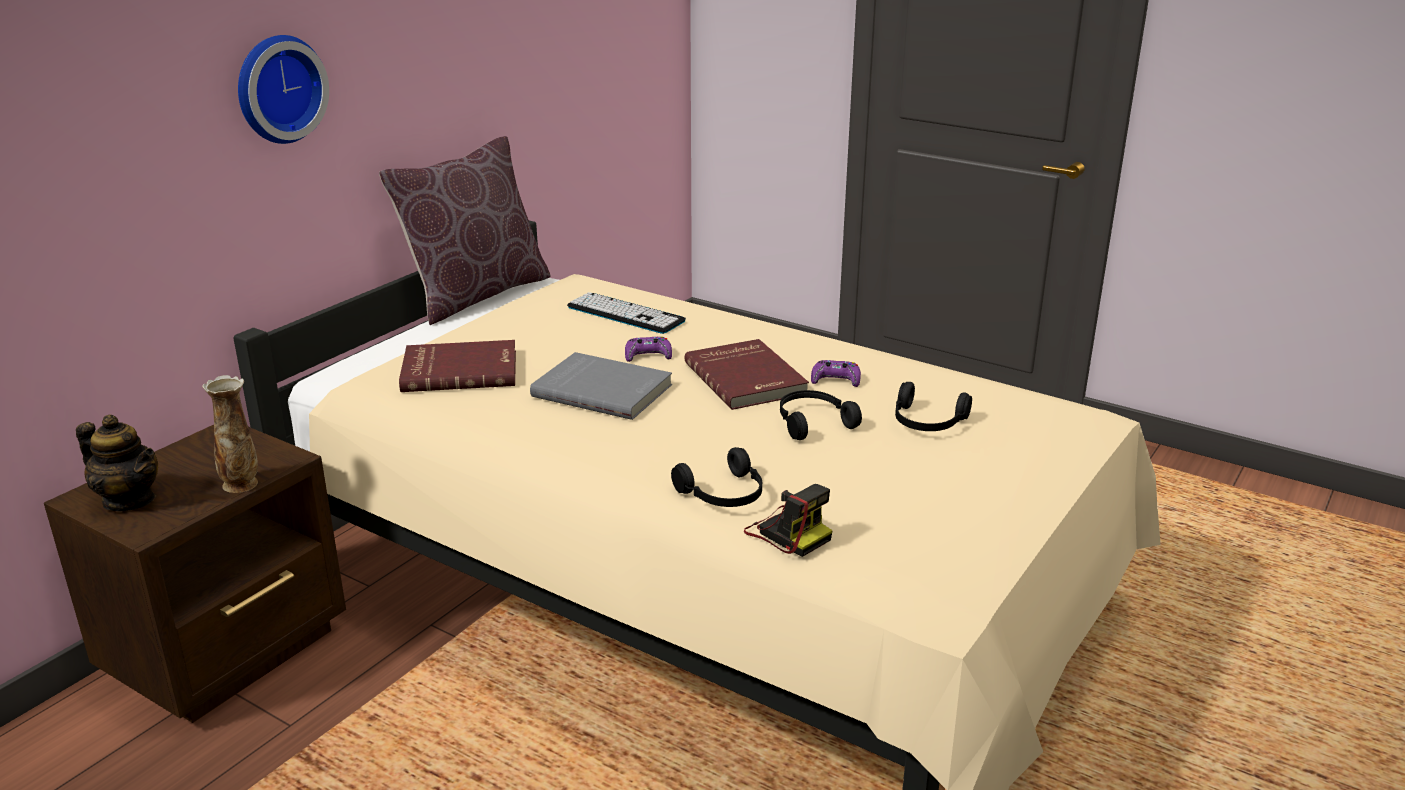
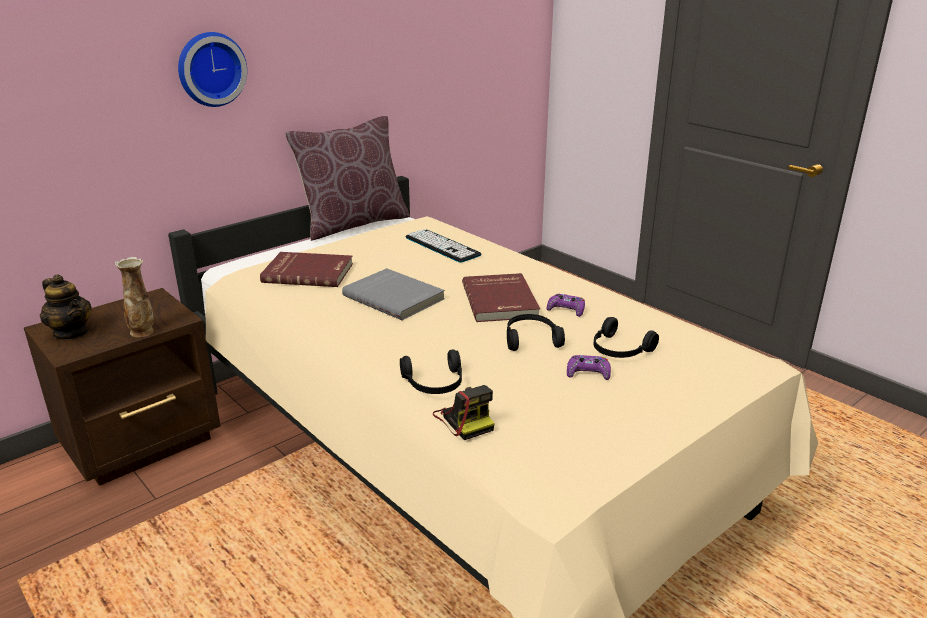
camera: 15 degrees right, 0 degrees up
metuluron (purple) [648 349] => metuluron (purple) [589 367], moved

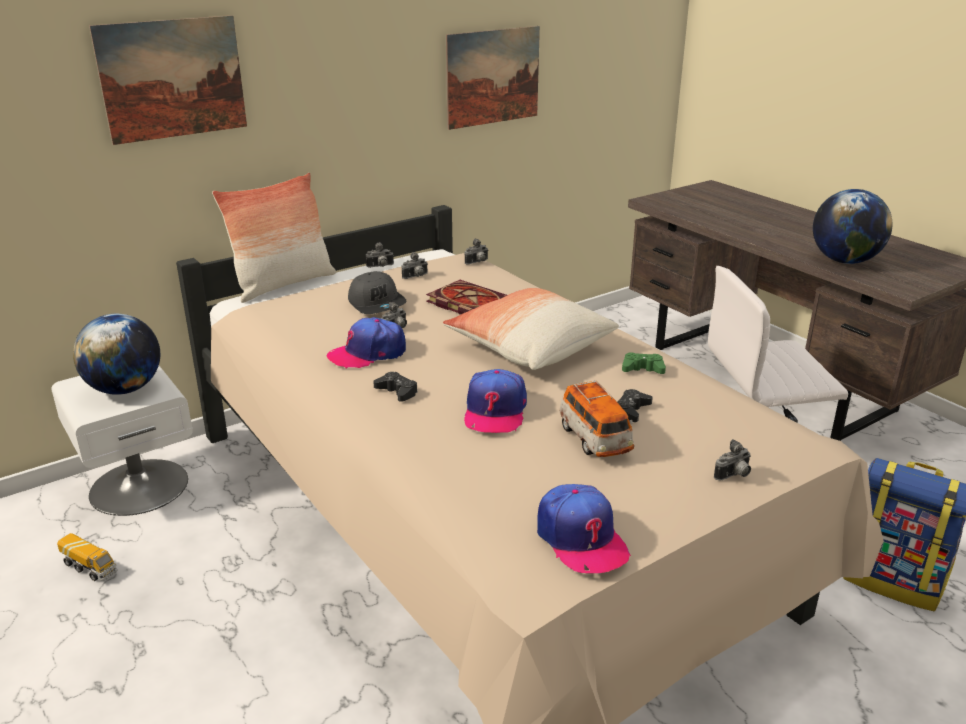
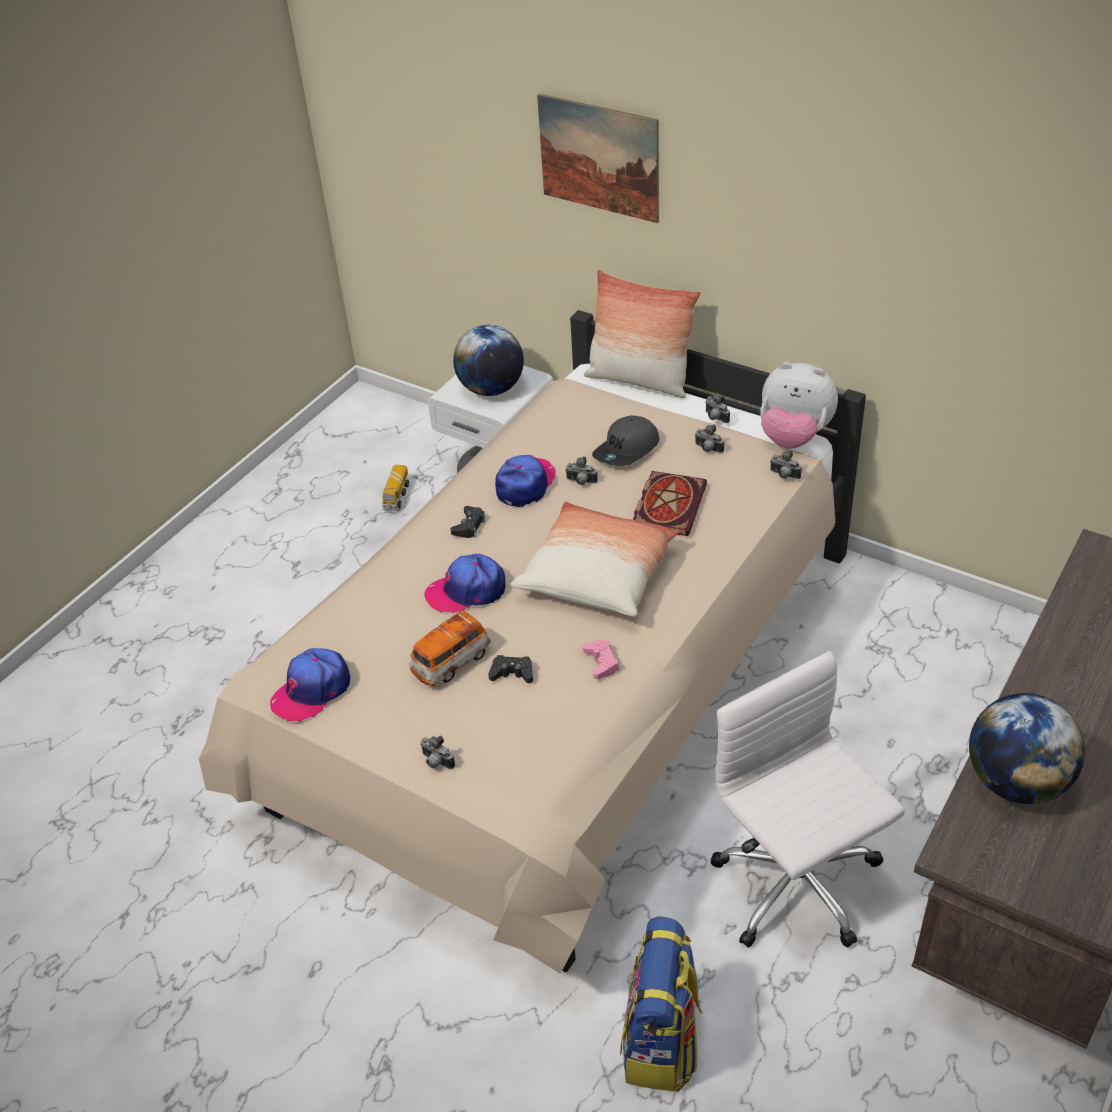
camera: 70 degrees right, 15 degrees up
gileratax [366 343] => gileratax [525 481], 75 degrees clockwise
metuluron (green) [644 363] => metuluron (pink) [600 659]
nothing => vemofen [799 405]
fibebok [493 78] => nothing

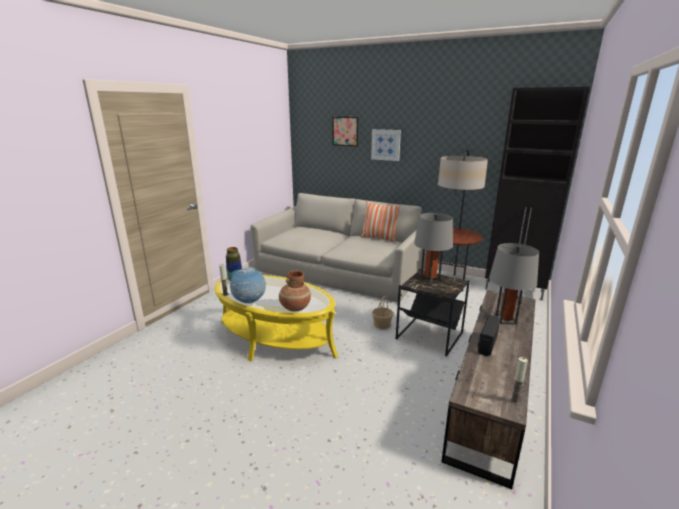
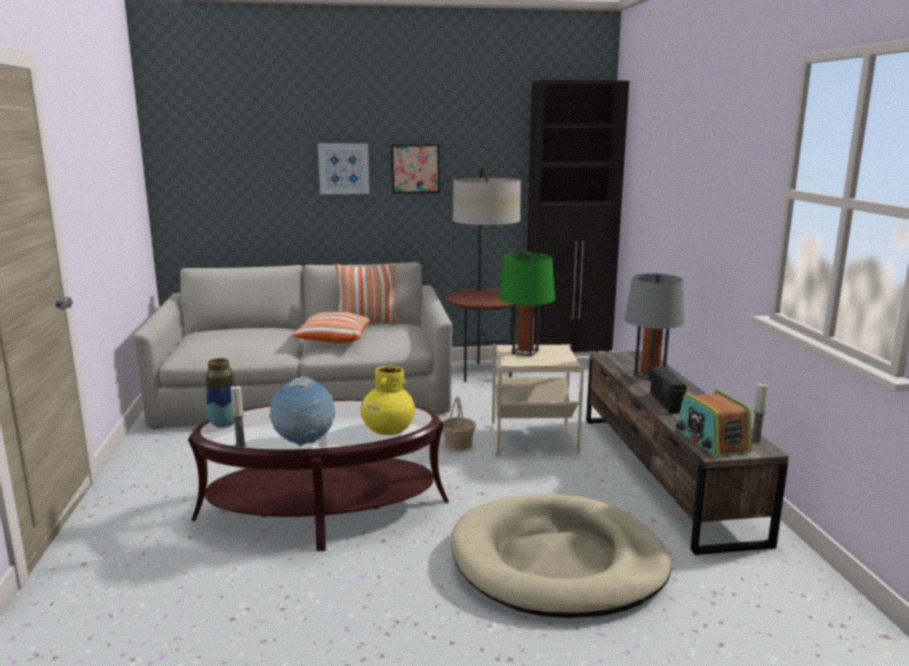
camera: 35 degrees left, 5 degrees down
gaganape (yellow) [276 318] => gaganape (brown) [318 475]
nothing => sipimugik [330 327]
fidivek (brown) [295 291] => fidivek (yellow) [388 400]
fibebok [345 132] => fibebok [415 169], moved
nothing => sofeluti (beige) [561 556]
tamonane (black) [433 313] => tamonane (beige) [538 399]
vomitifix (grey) [433 248] => vomitifix (green) [527 304]
nothing => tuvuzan [714 423]

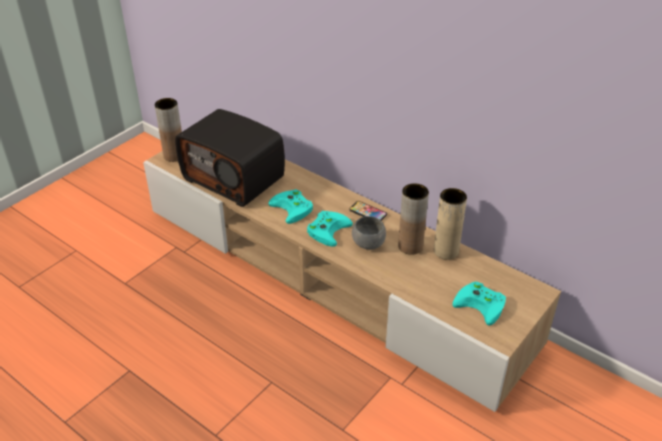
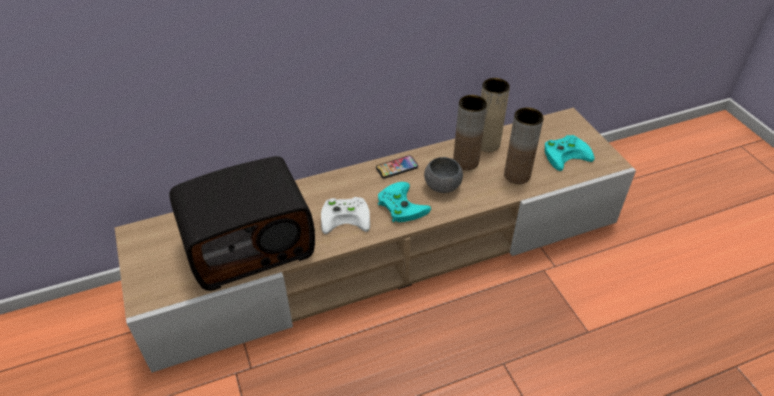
camera: 60 degrees left, 5 degrees up
metuluron (turquoise) [290 206] => metuluron (white) [345 215]
fidivek (brown) [168 130] => fidivek (brown) [524 145], moved

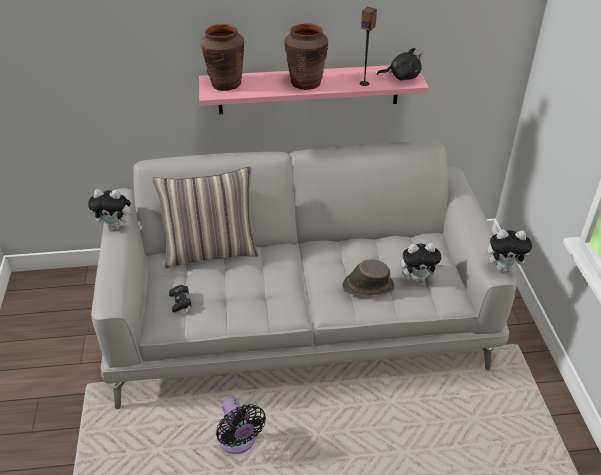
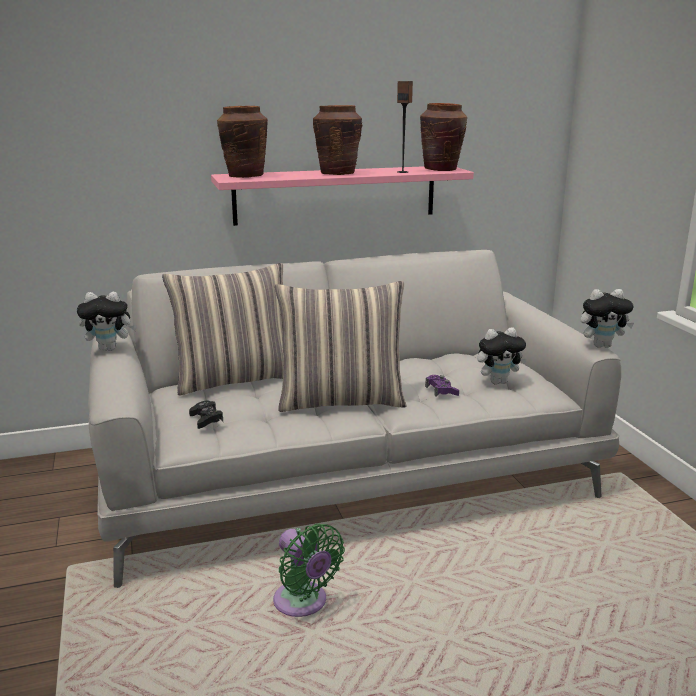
camera: 10 degrees left, 20 degrees down
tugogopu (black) [241 425] => tugogopu (green) [309 570]
nothing => sipimugik [341 346]
vemofen (black) [399 64] => fidivek (brown) [443 137]
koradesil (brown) [368 277] => metuluron (purple) [442 386]

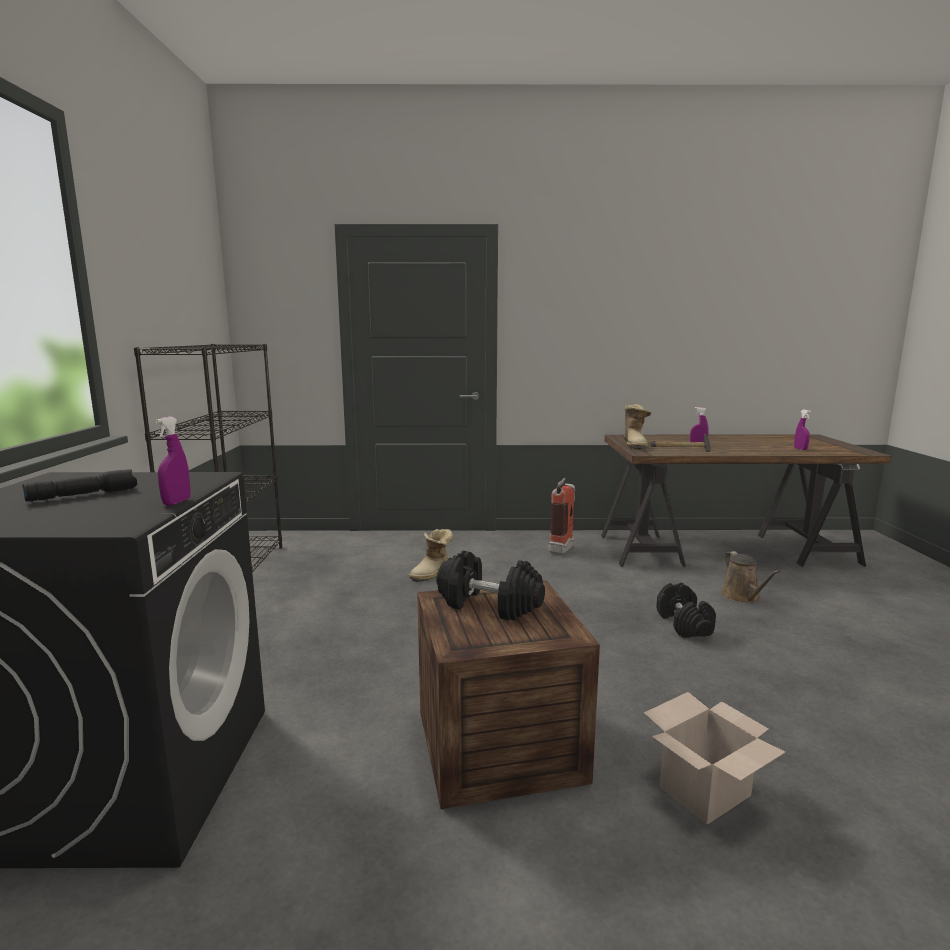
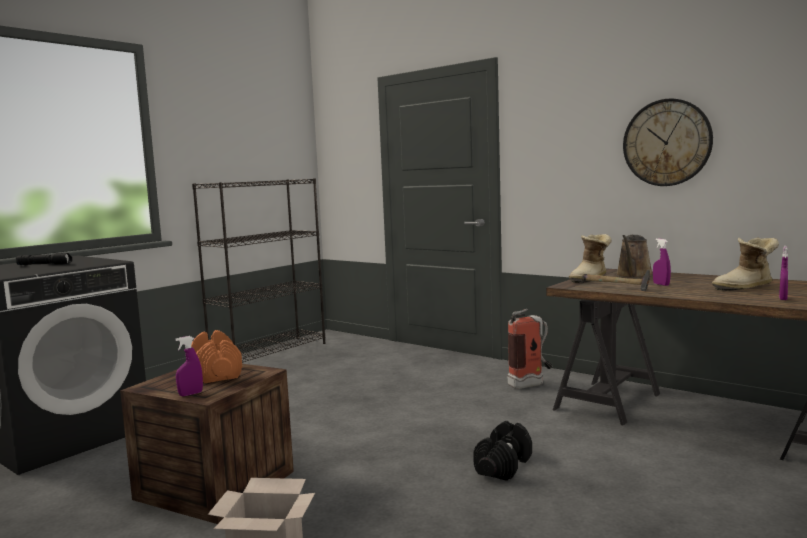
camera: 40 degrees right, 5 degrees down
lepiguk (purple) [172 461] => lepiguk (purple) [189 366], moved
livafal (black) [490 585] => livafal (orange) [216 356]
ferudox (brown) [750 577] => ferudox (brown) [634 256], moved
nothing => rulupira [668 142]
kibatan [431 555] => kibatan [745 264], moved

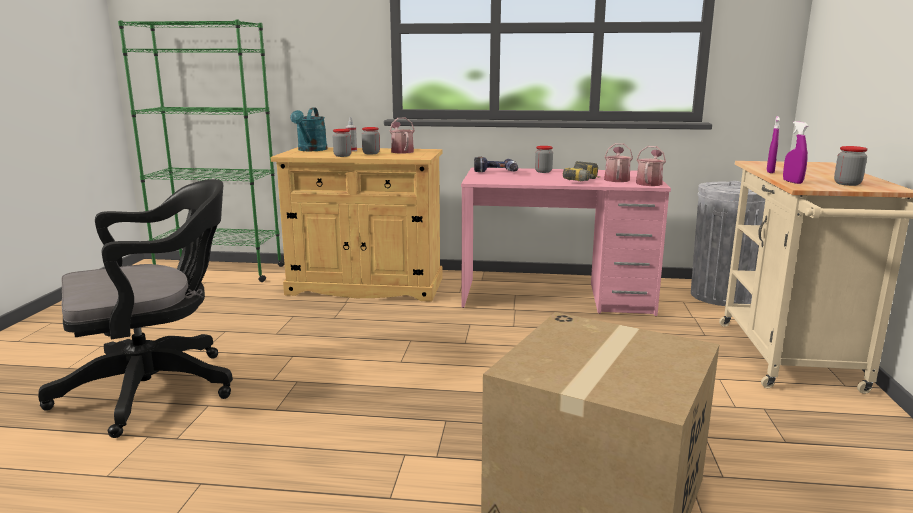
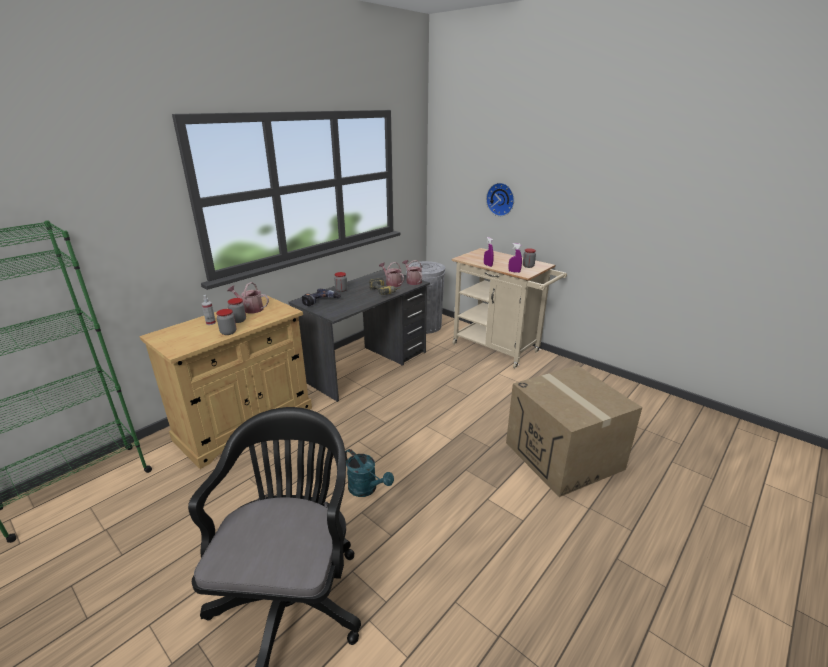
camera: 55 degrees left, 10 degrees up
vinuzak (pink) [566 241] => vinuzak (grey) [359 335]
ferudox (turquoise) [308 129] => ferudox (turquoise) [369 473], moved
nothing => rulupira [500 199]

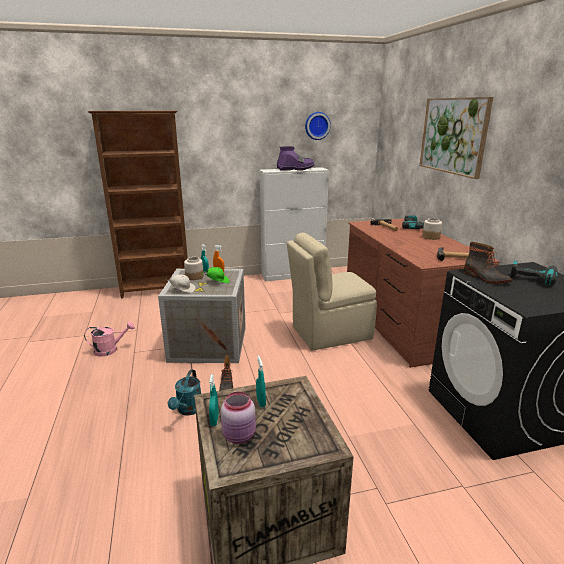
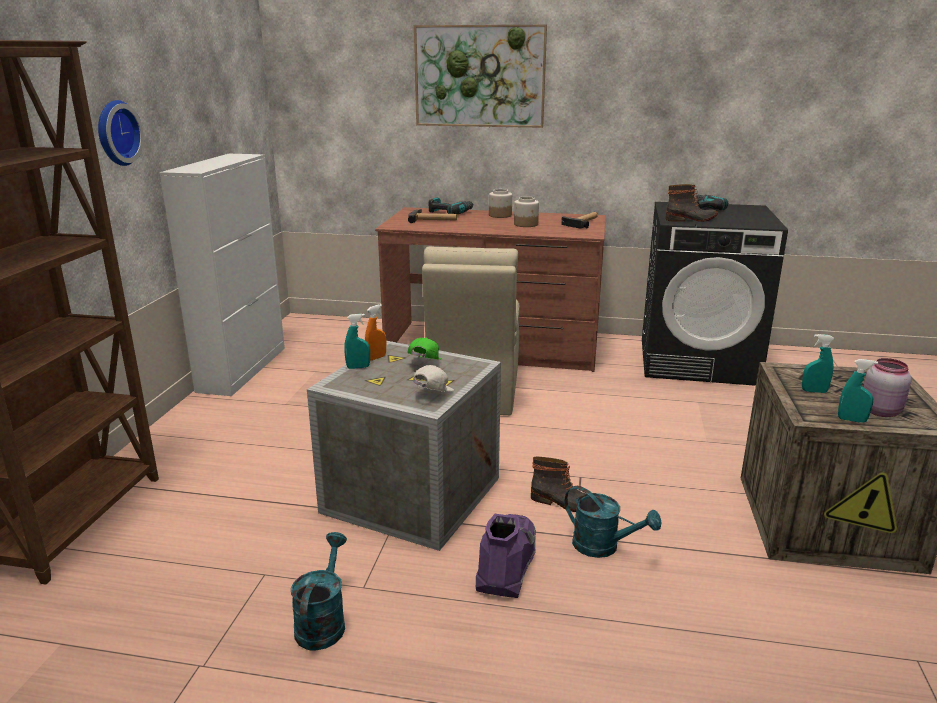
camera: 65 degrees left, 0 degrees up
rulupira [318 126] => rulupira [121 133], moved
ferudox (pink) [109 339] => ferudox (turquoise) [319 591]
kibatan (purple) [295 158] => kibatan (purple) [506 556], moved
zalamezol [194 268] => zalamezol [526 211], moved

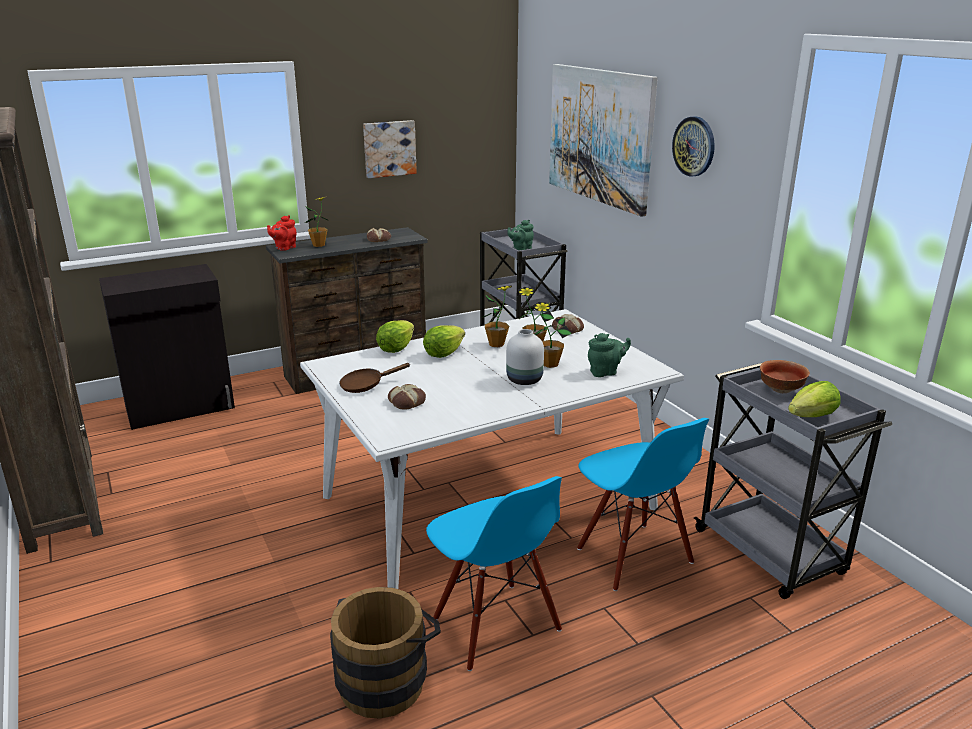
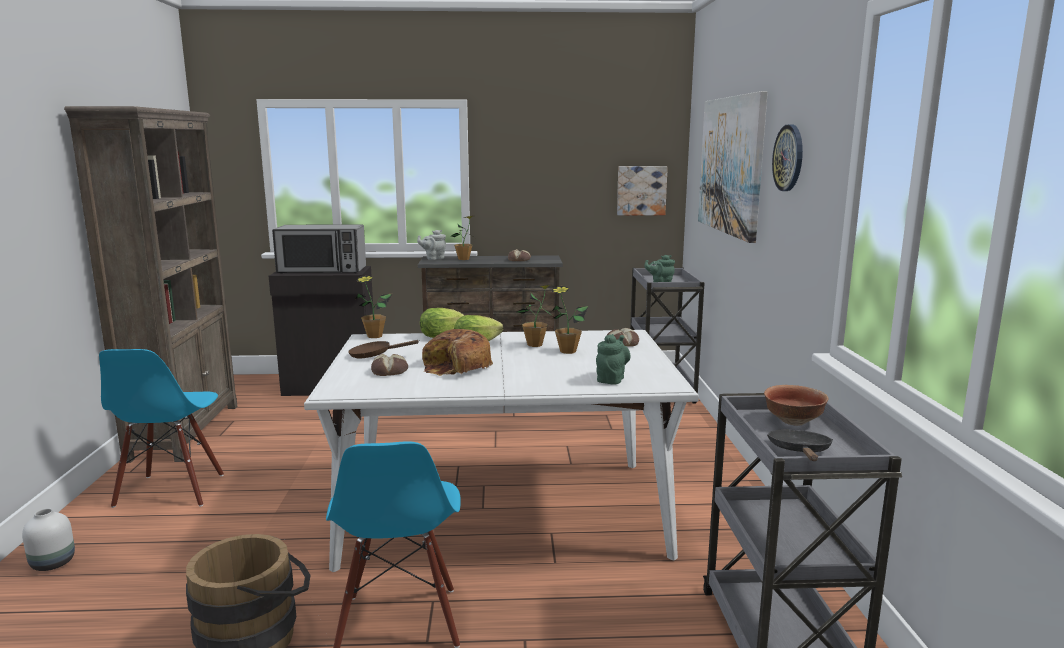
camera: 25 degrees right, 10 degrees down
fidivek (white) [525 357] => fidivek (white) [48 539], moved
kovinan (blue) [643 504] => kovinan (blue) [161 428], moved
nothing => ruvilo [319 248]
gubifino [552 335] => gubifino [373 306], moved
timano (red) [281 233] => timano (grey) [431 245]
nothing => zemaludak [457 352]
timano (green) [609 355] => timano (green) [613 359], 75 degrees counterclockwise
fibebok [390 149] => fibebok [642 191], moved
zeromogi [814 399] => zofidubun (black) [800 445]

